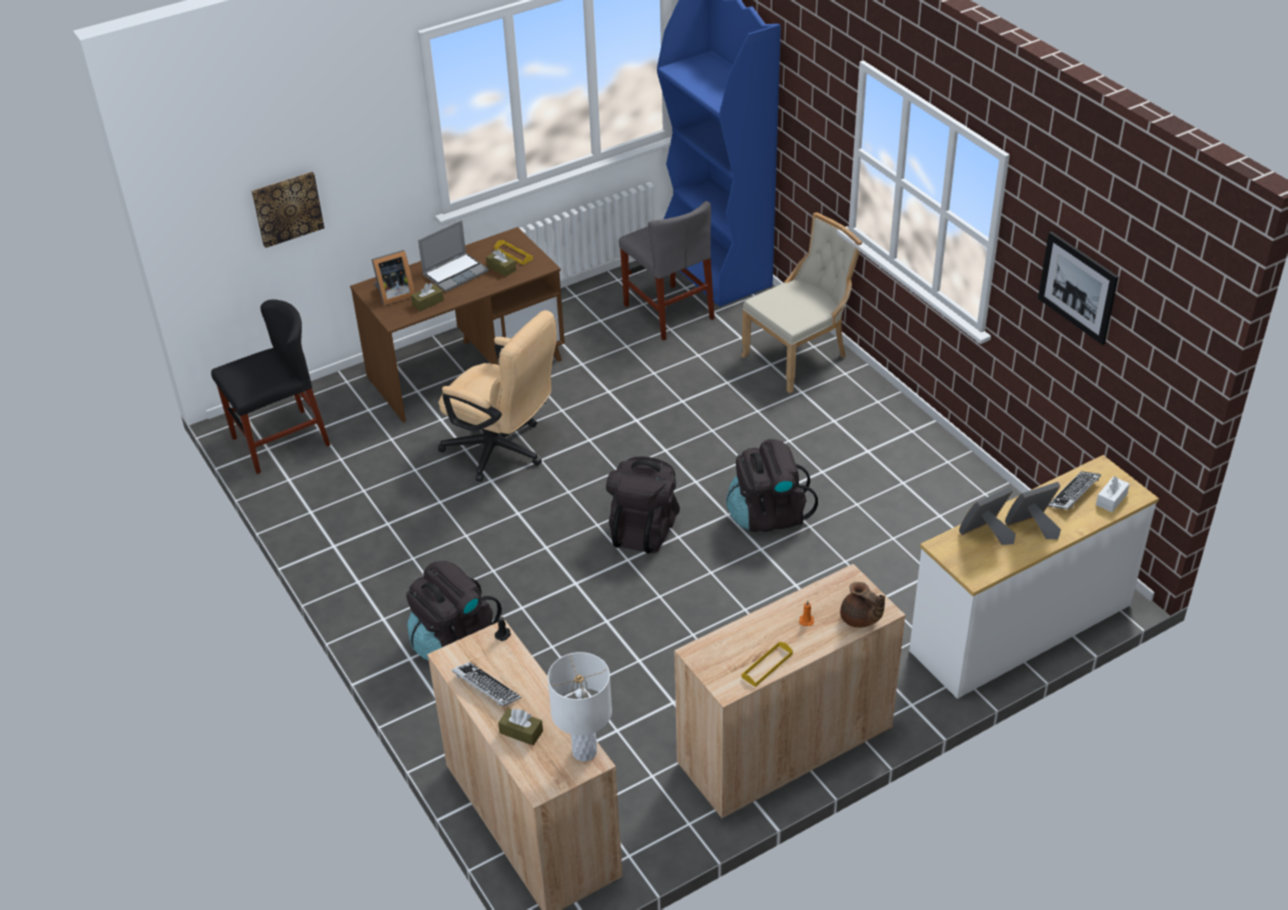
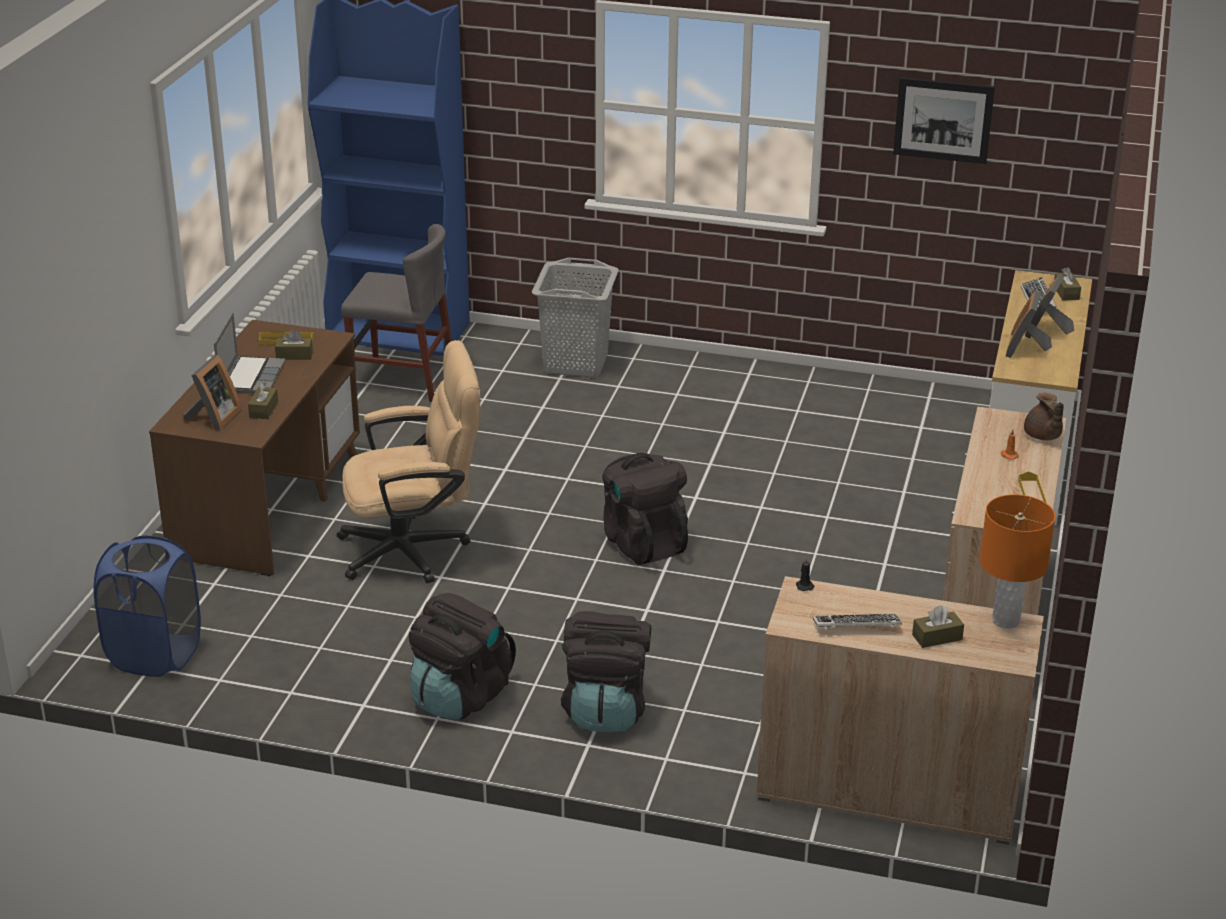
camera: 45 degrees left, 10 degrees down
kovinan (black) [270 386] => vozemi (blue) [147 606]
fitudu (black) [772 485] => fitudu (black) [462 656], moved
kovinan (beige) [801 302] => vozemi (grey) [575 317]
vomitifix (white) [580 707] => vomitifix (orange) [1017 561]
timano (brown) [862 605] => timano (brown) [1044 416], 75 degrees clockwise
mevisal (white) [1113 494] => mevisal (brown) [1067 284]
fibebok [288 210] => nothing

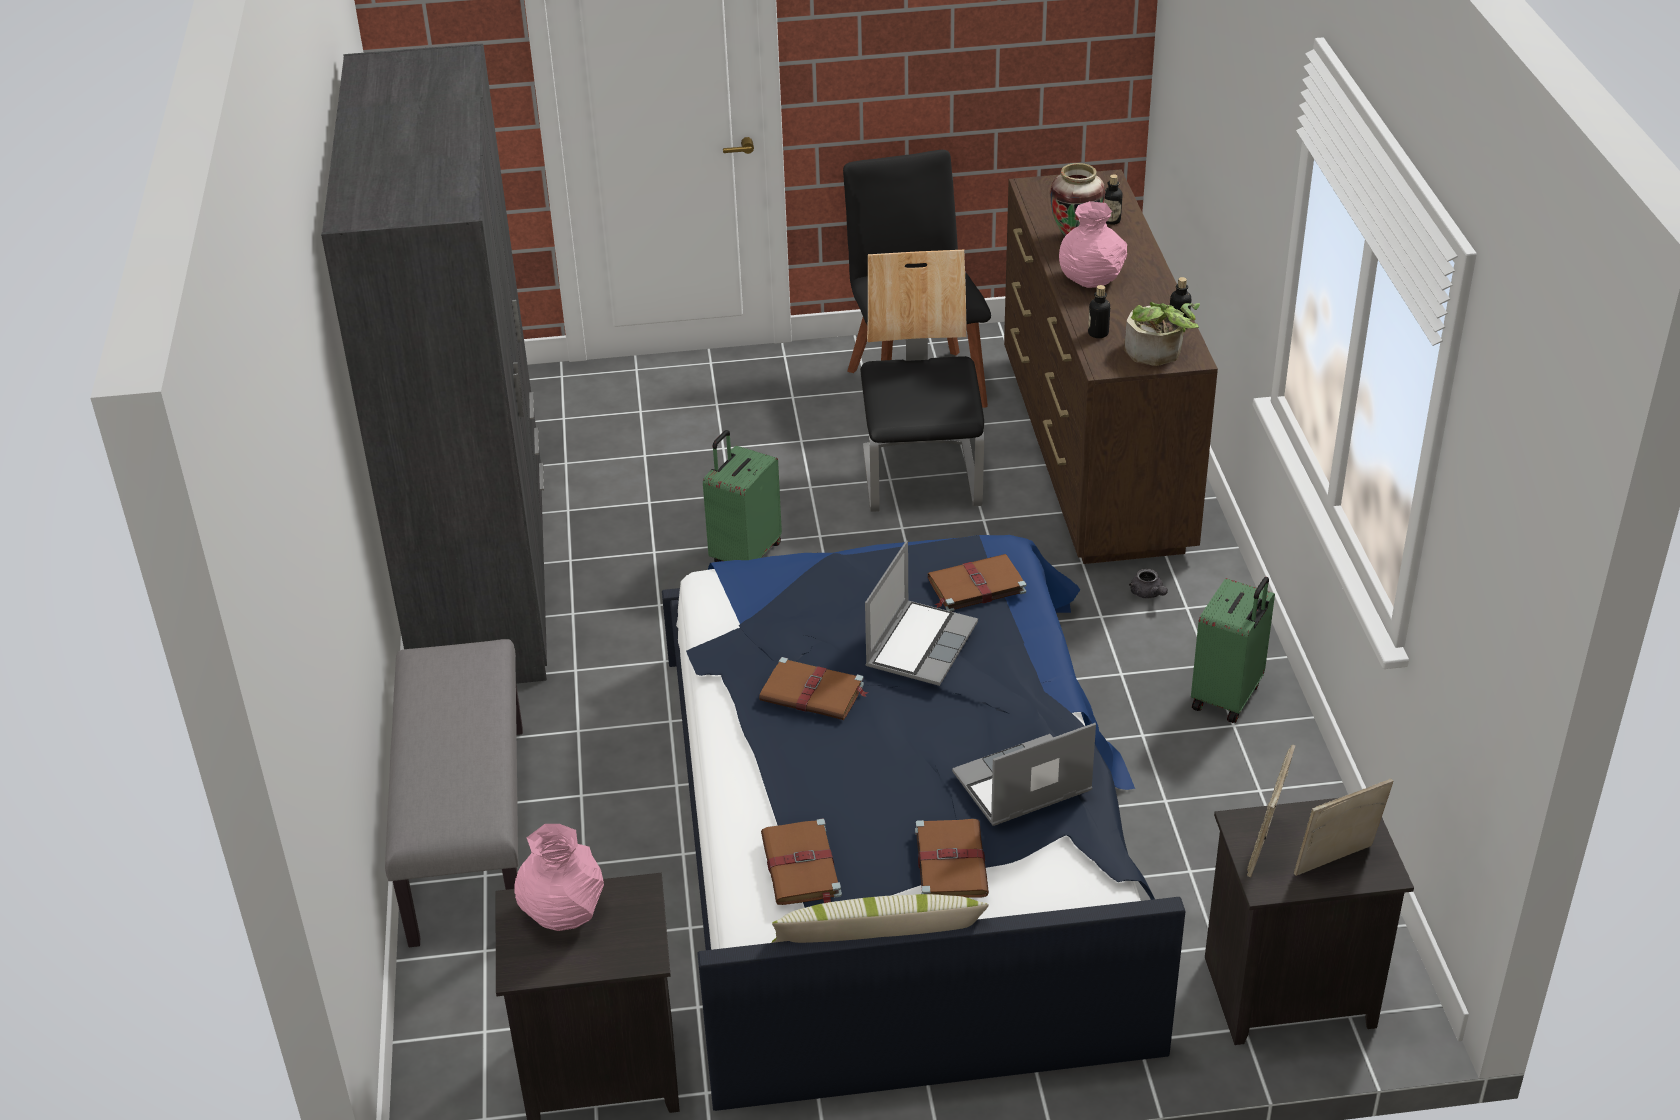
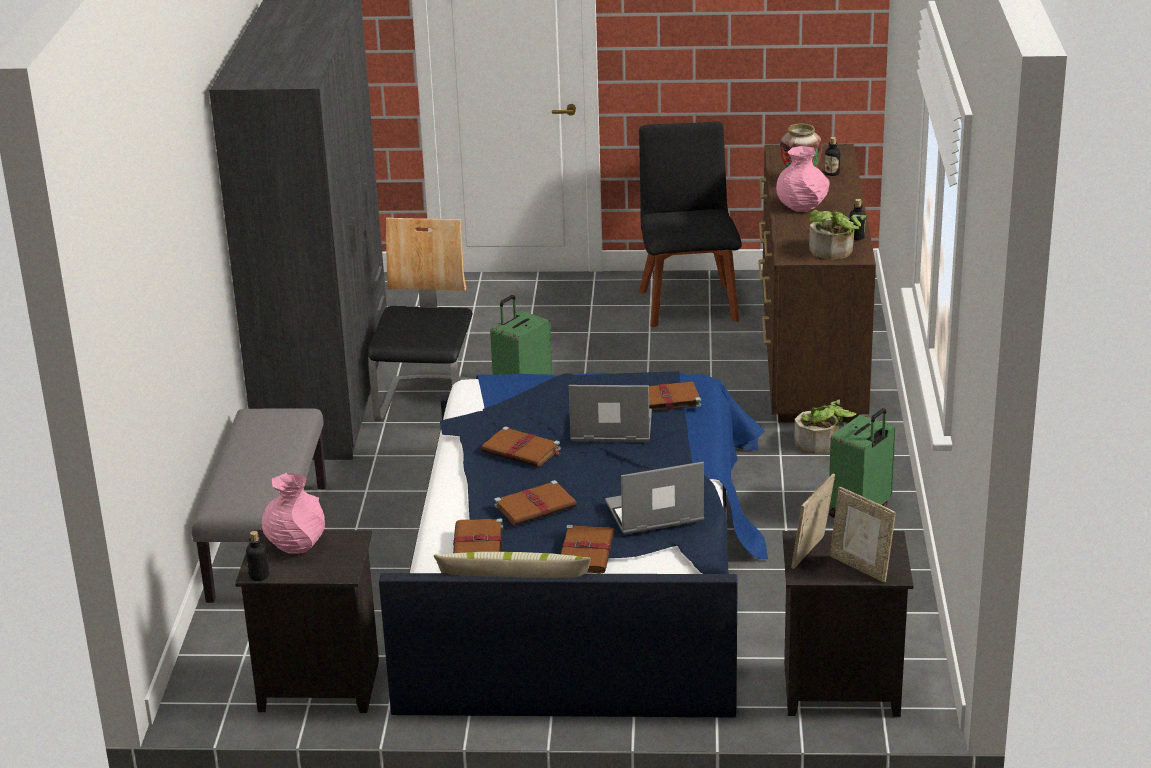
camera: 10 degrees right, 10 degrees down
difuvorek [1099 311] => difuvorek [257 556], moved
kovinan [922 381] => kovinan [421 320], moved
nothing => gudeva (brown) [535 503]
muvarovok [921 613] => muvarovok [610 413], 120 degrees counterclockwise
timano (grey) [1148 584] => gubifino [825 426]
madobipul [1343 827] => madobipul [863 534], 120 degrees counterclockwise

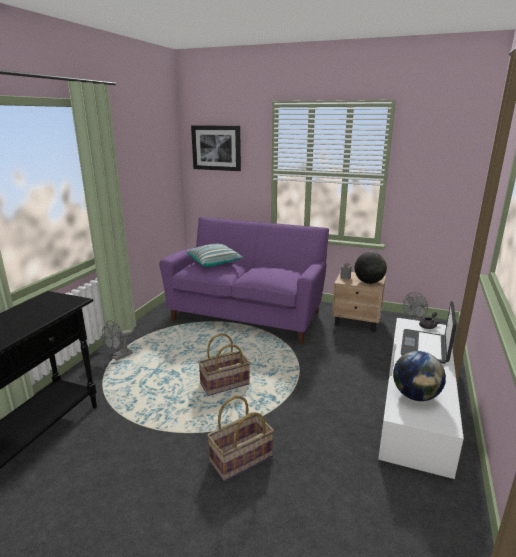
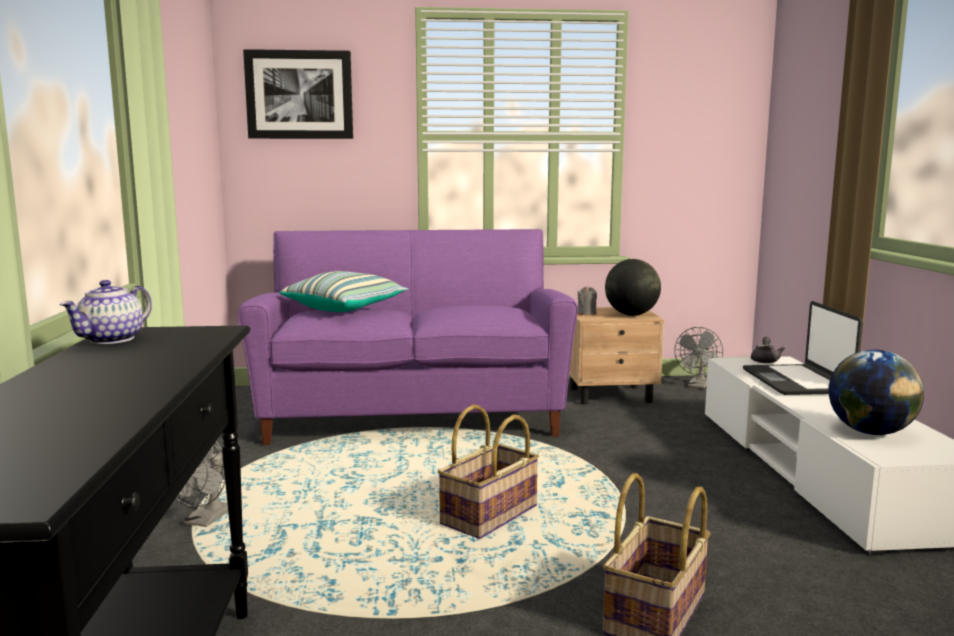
camera: 25 degrees left, 10 degrees down
nothing => timano [105 312]

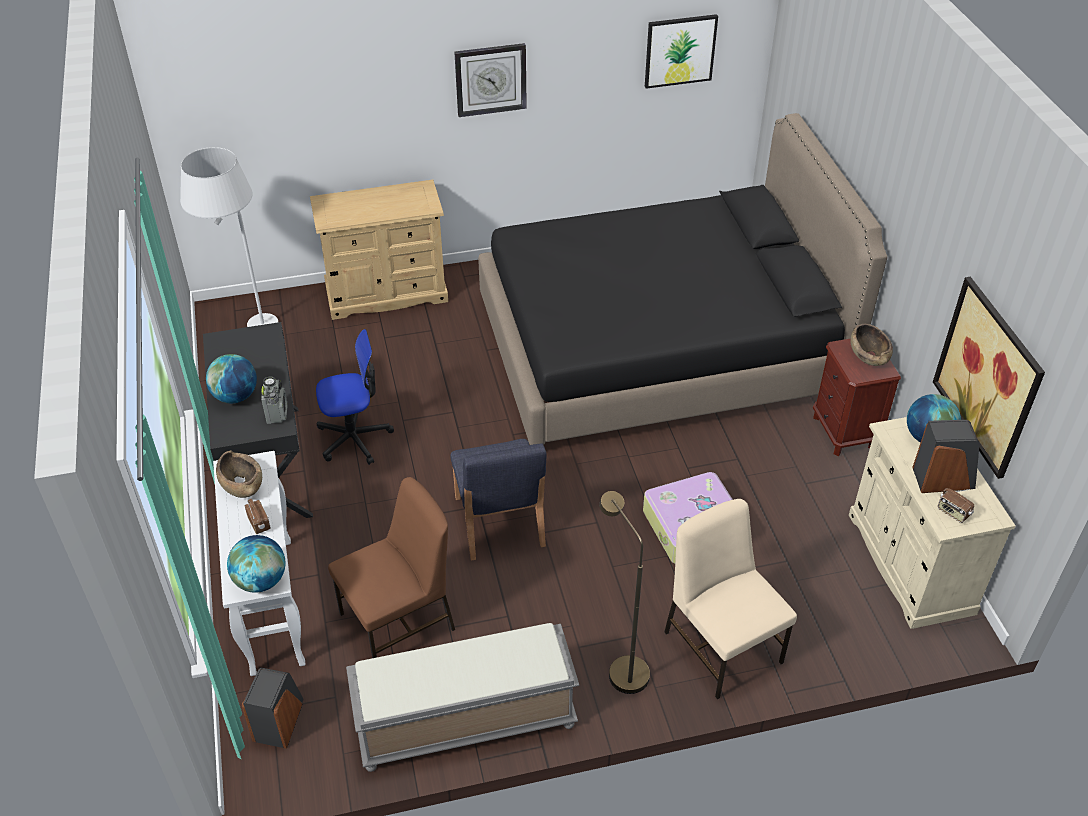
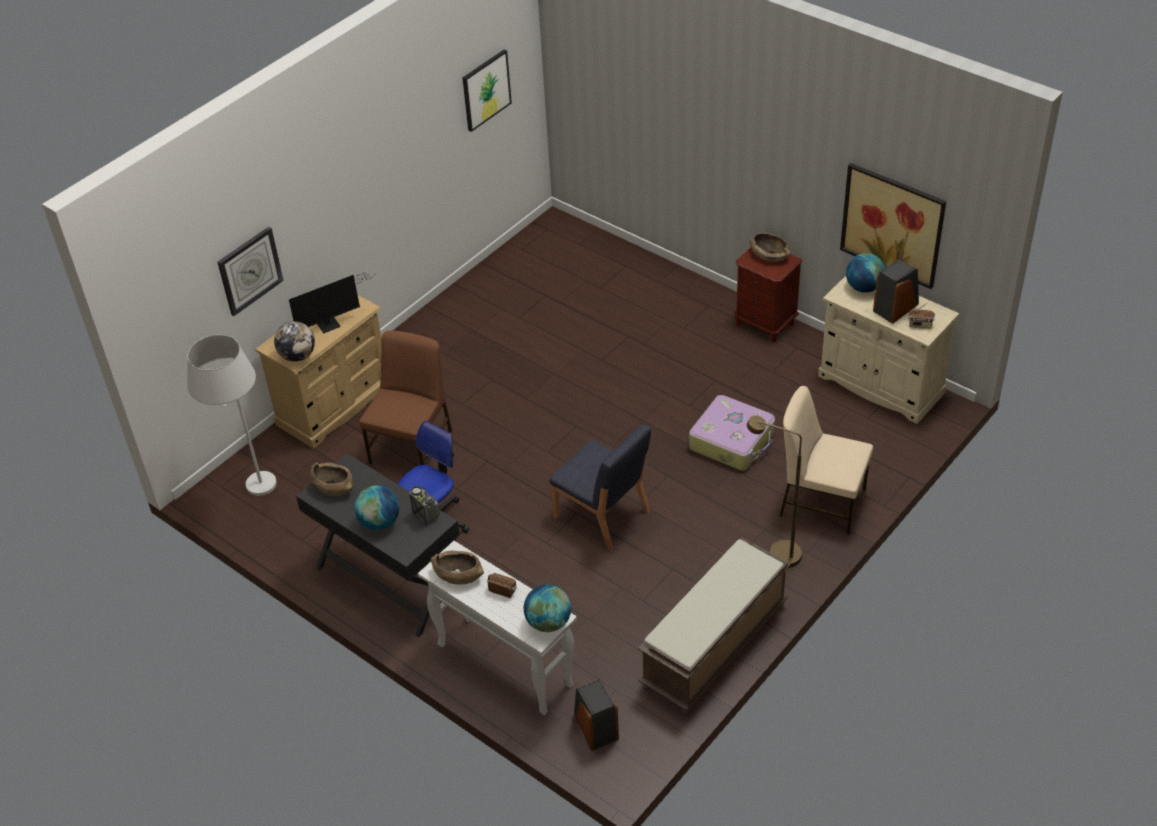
camera: 35 degrees left, 0 degrees up
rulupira [490 80] => rulupira [250 271], moved
nothing => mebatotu [294 341]
nothing => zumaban [330 302]
nothing => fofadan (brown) [331 479]
kovinan (brown) [391 567] => kovinan (brown) [405 397], moved
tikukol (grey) [462 697] => tikukol (brown) [714 626]
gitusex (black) [682 279] => nothing

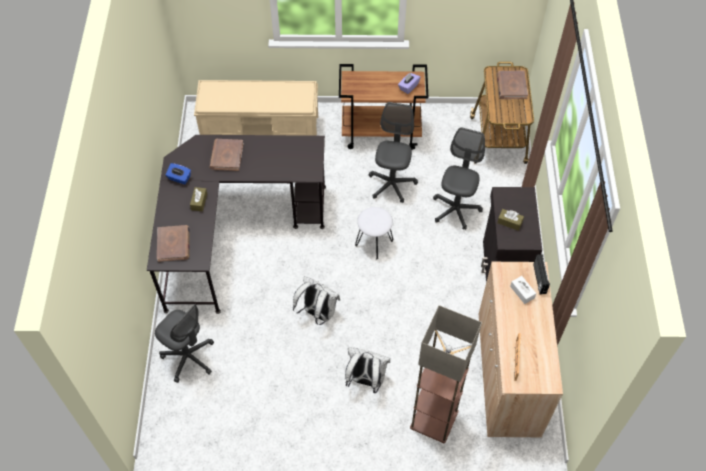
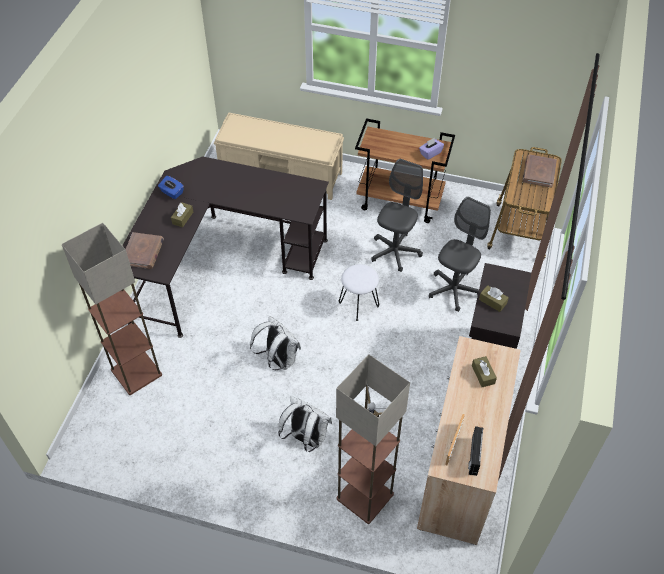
camera: 15 degrees right, 5 degrees down
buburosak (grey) [184 343] => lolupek [112 309]
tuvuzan [541 274] => tuvuzan [475 451], moved
mevisal (white) [523 290] => mevisal (brown) [484 371]
gudeva (brown) [226 155] => nothing

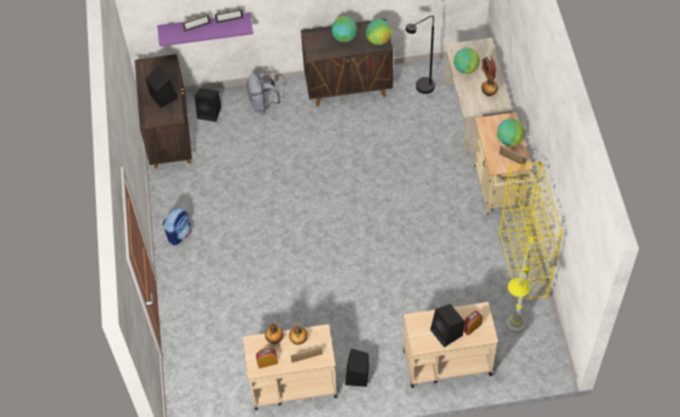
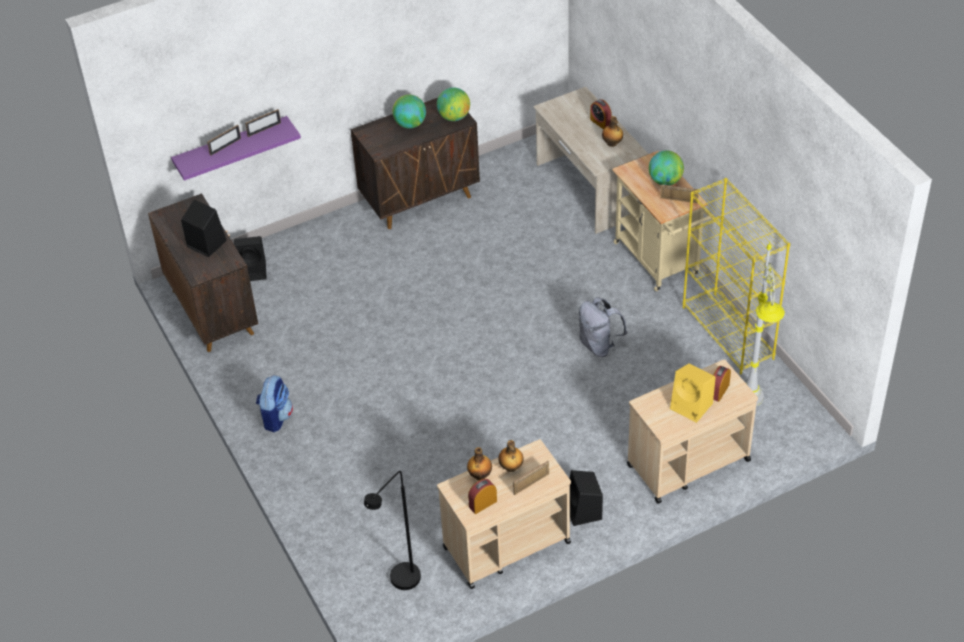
camera: 20 degrees left, 10 degrees down
lolupek (black) [420 54] => lolupek (black) [392 530], moved
fitudu (grey) [264 93] => fitudu (grey) [603 327], moved
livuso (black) [447 325] => livuso (yellow) [693 393]
mebatotu [467 61] => nothing

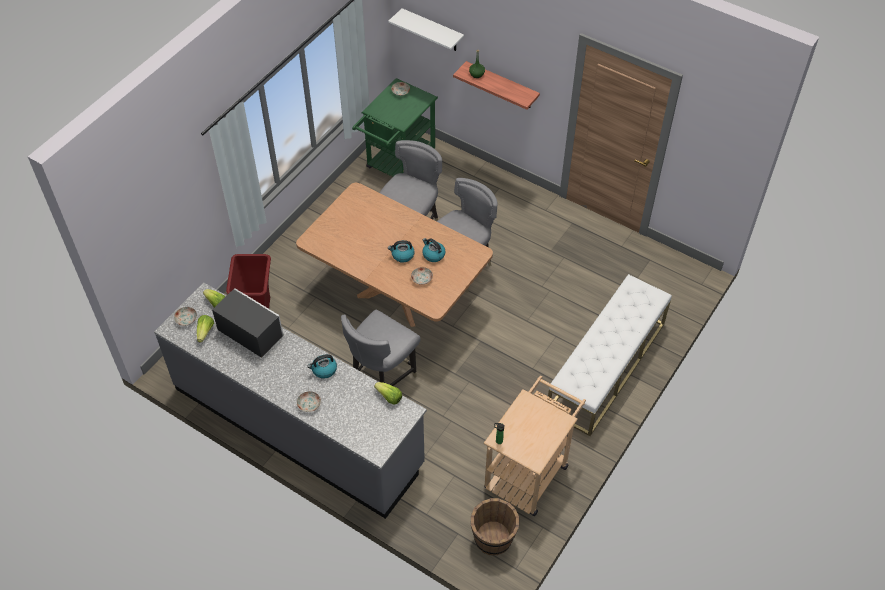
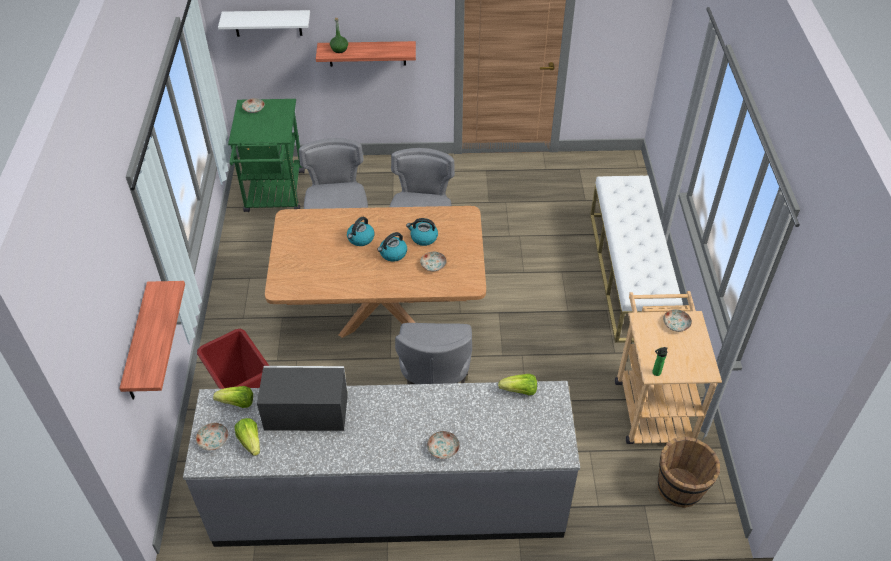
camera: 35 degrees left, 5 degrees down
nothing => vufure [152 340]
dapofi [322 366] => dapofi [360 231], moved
nothing => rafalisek [677 320]

